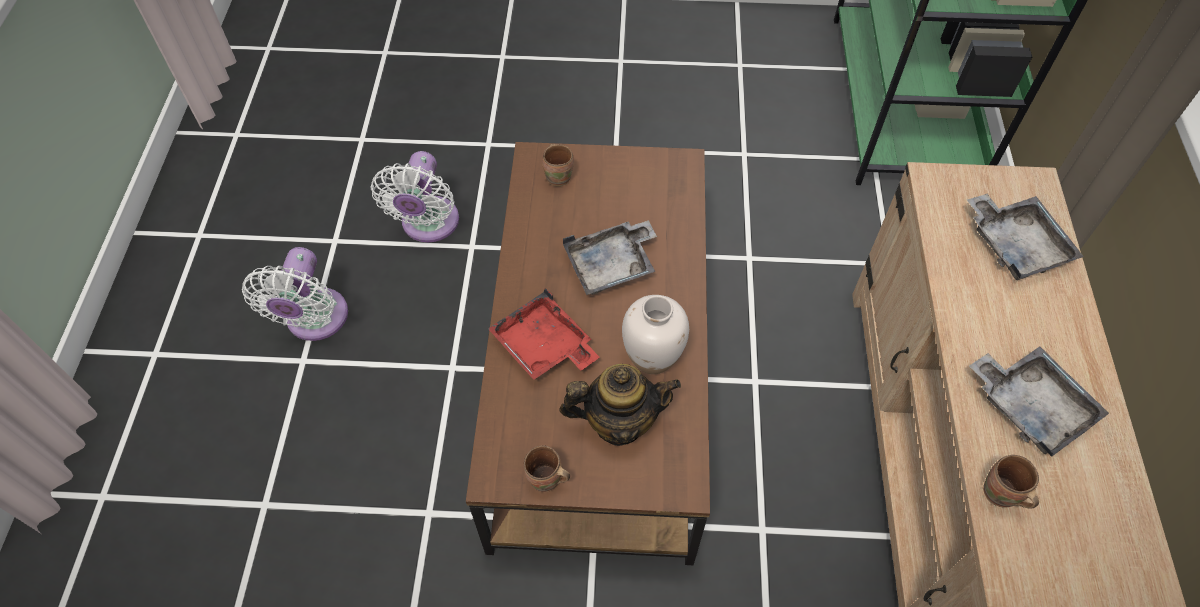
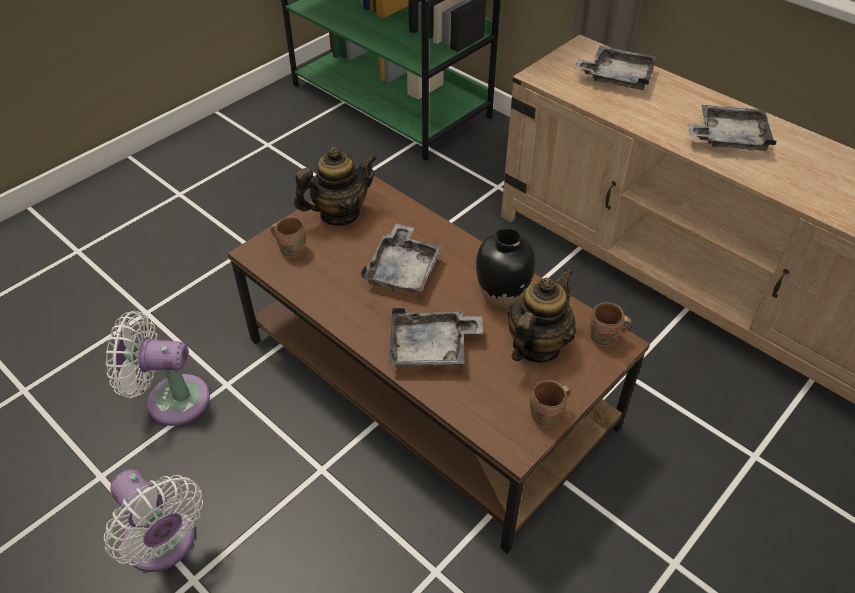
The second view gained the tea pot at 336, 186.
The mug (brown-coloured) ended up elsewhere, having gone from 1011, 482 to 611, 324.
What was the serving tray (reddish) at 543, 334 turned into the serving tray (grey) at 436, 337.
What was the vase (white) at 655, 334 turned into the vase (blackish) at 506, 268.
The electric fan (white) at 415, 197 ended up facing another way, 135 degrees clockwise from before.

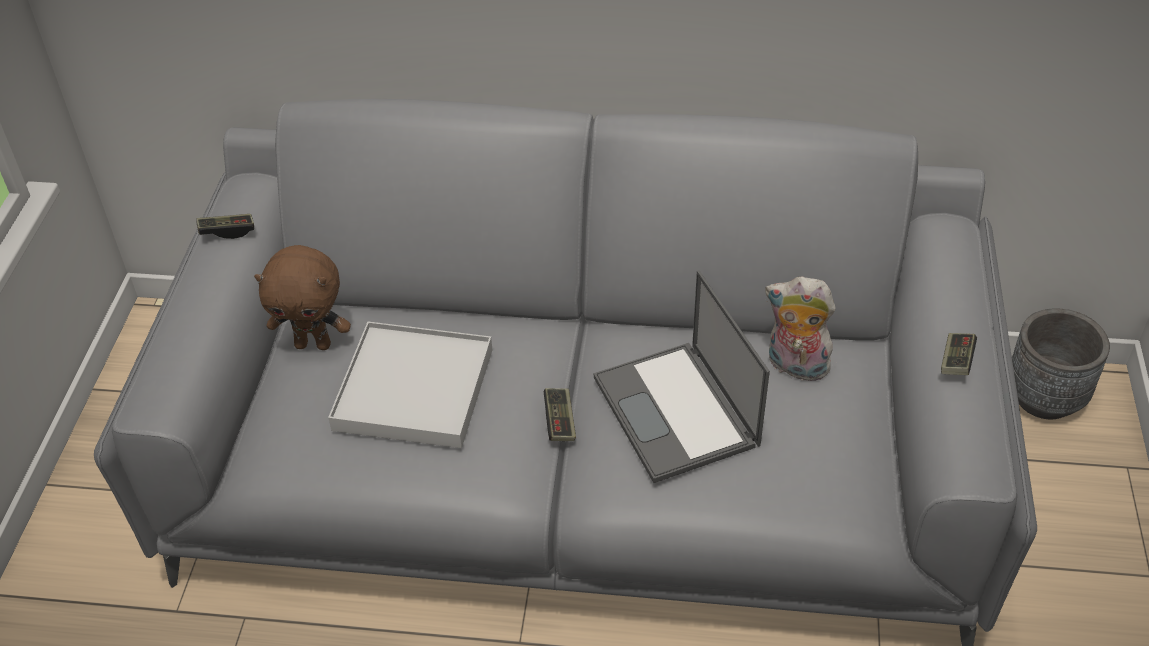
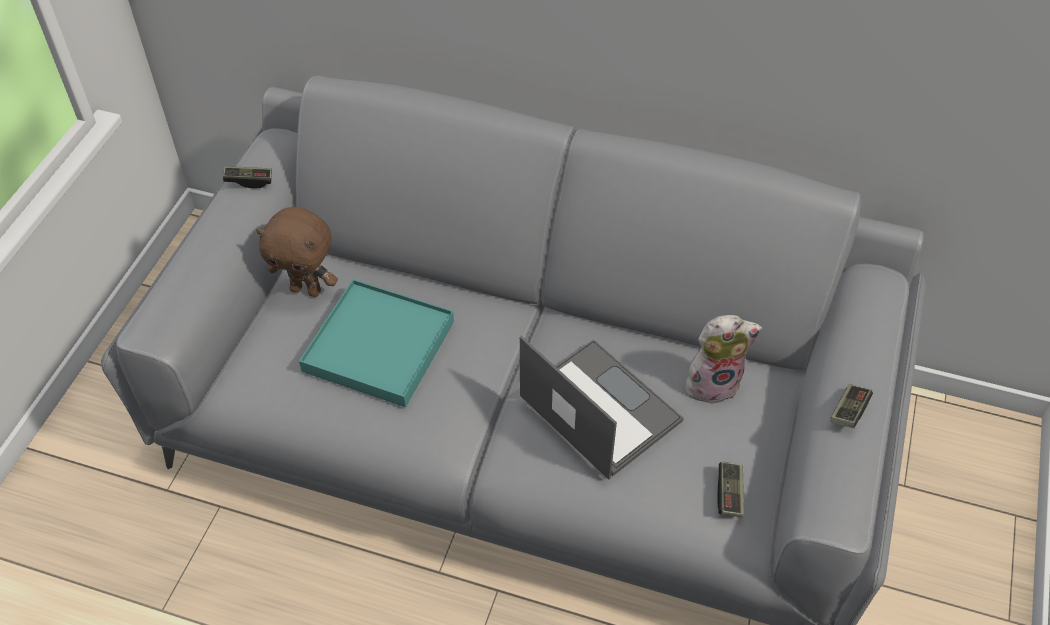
The second view lost the flower pot (grey) at 1061, 364.
The game controller ended up elsewhere, having gone from 560, 414 to 730, 489.
What was the serving tray (white) at 410, 385 turned into the serving tray (turquoise-coloured) at 376, 343.
The notebook computer at 682, 376 ended up facing another way, 150 degrees clockwise from before.
The plush toy at 800, 328 ended up facing another way, 135 degrees clockwise from before.

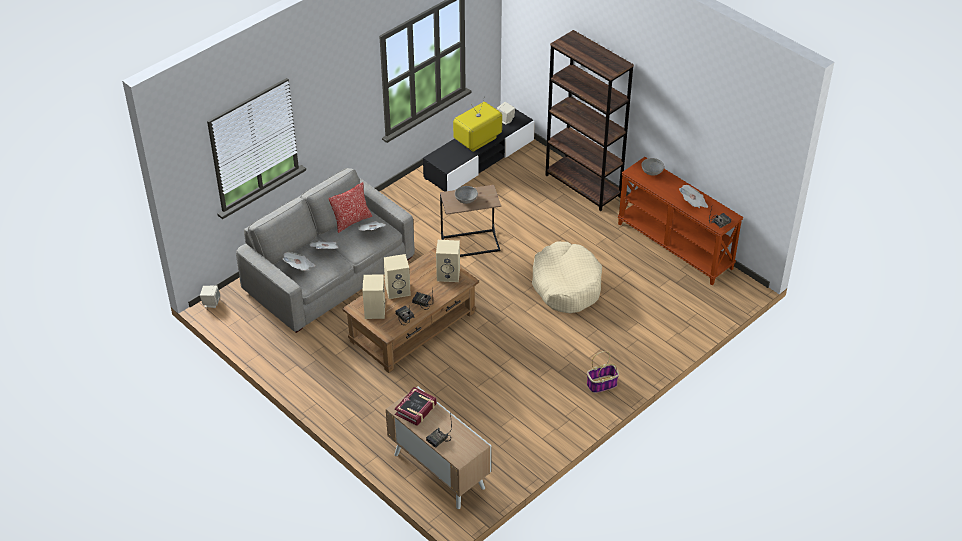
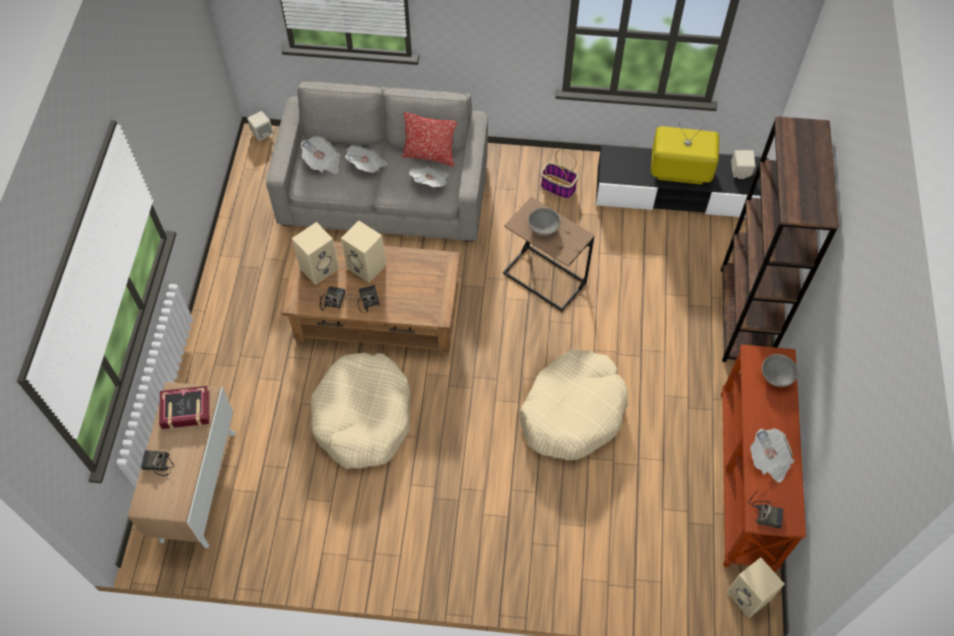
The second view gained the pet bed (sand-coloured) at 360, 411.
The speaker (sand-coloured) ended up elsewhere, having gone from 448, 261 to 756, 587.
The household basket ended up elsewhere, having gone from 603, 372 to 560, 174.

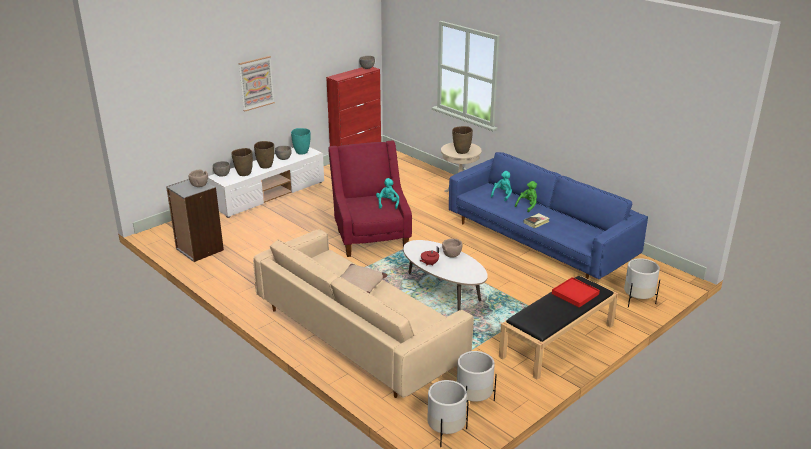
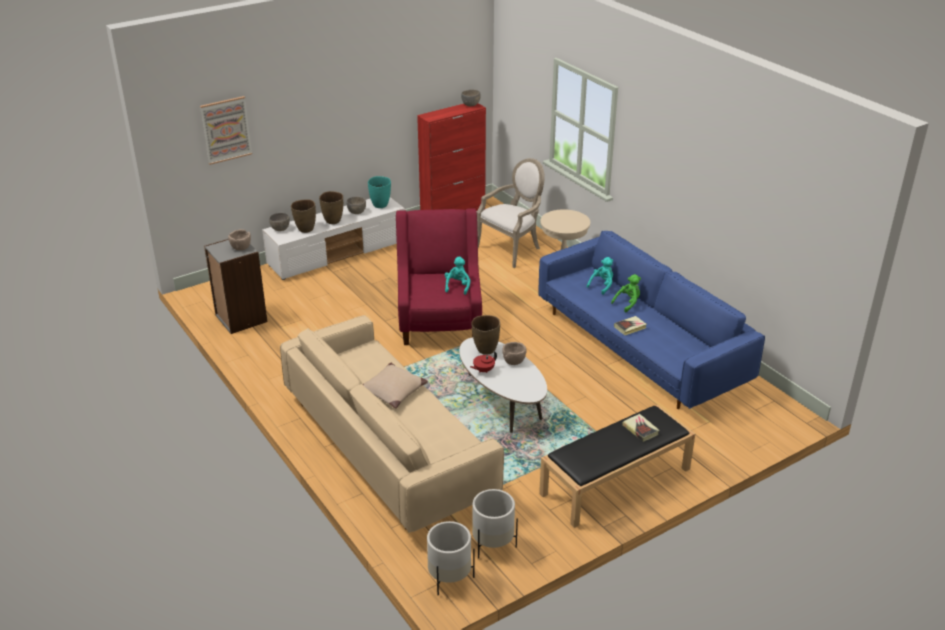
The second view lost the flower pot (white) at 642, 283.
The second view gained the armchair at 511, 213.
The picture ended up elsewhere, having gone from 257, 84 to 226, 130.
The vase (brown-coloured) ended up elsewhere, having gone from 462, 140 to 485, 335.
Where the serving tray (reddish) stood at 576, 292, the volume came to stand at 640, 428.

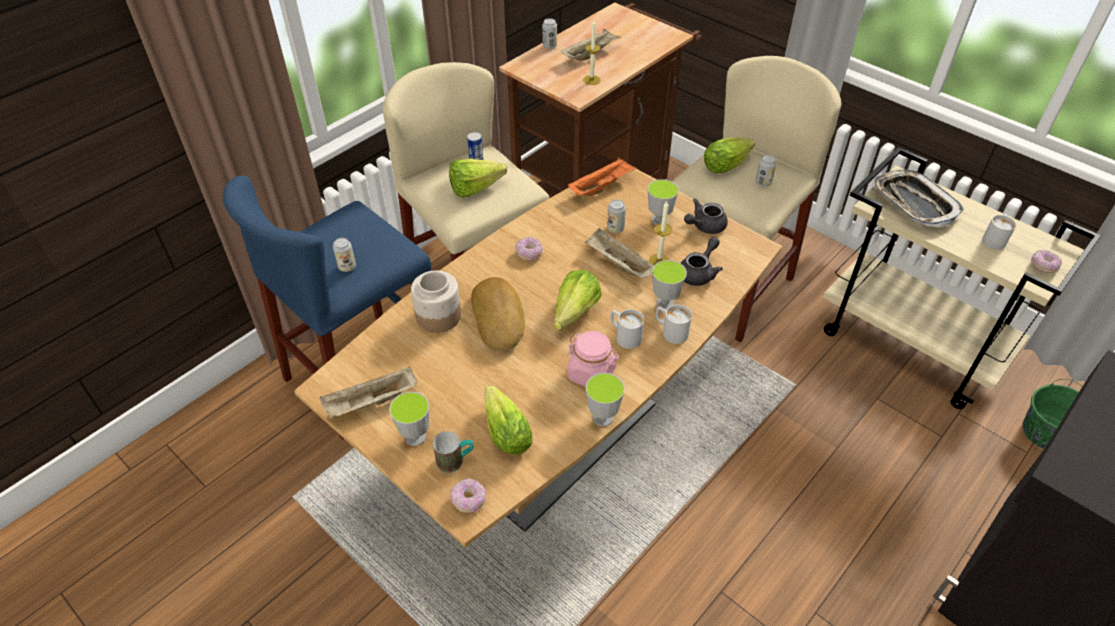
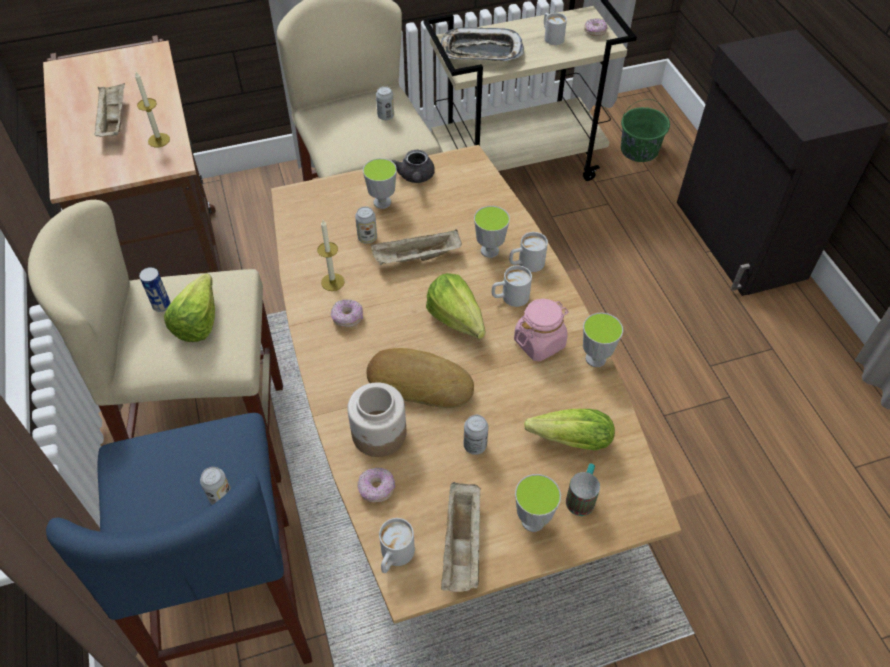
The second view lost the serving tray (orangey) at 602, 176.
The second view lost the tea pot (grey) at 701, 261.
The second view lost the lettuce head at 729, 155.
The second view gained the mug (white) at 397, 545.
The ring doughnut ended up elsewhere, having gone from 468, 495 to 376, 485.
The can ended up elsewhere, having gone from 549, 33 to 476, 435.
The wax candle ended up elsewhere, having gone from 660, 233 to 331, 255.

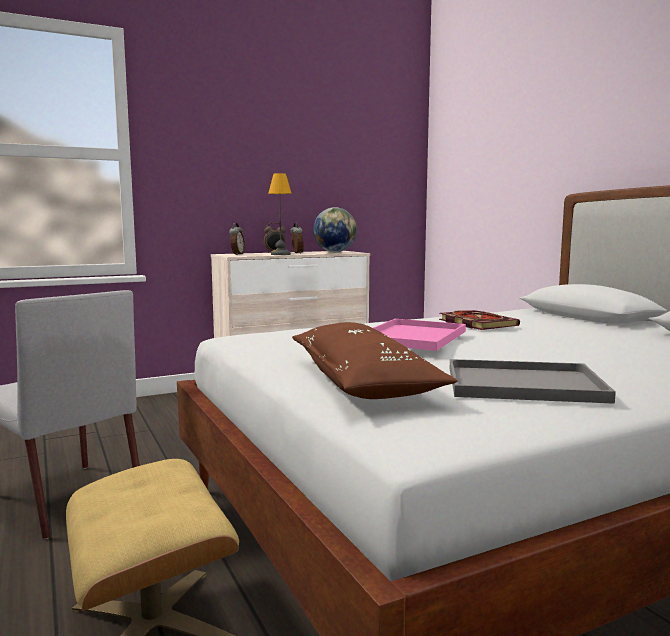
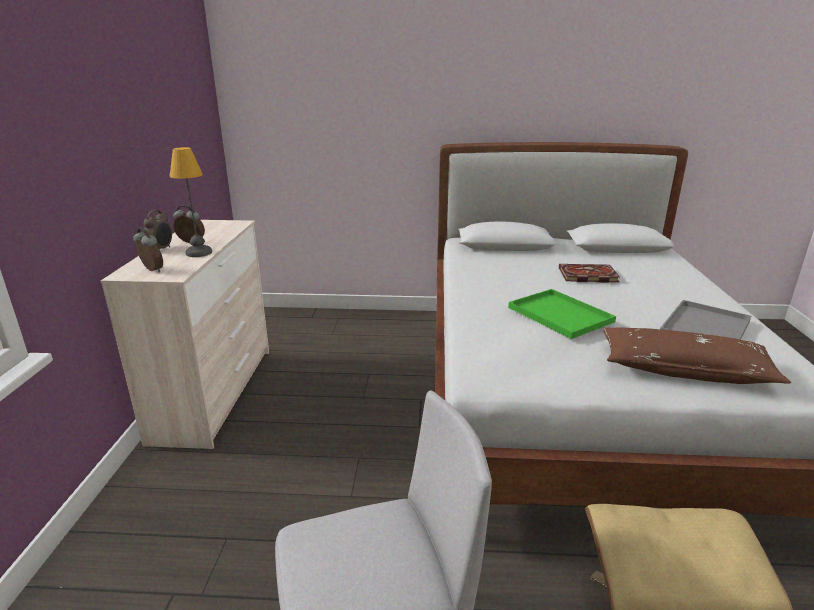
The second view lost the desk globe at 335, 229.
The volume ended up elsewhere, having gone from 479, 320 to 589, 273.
What was the serving tray (pink-coloured) at 419, 335 turned into the serving tray (green) at 562, 314.

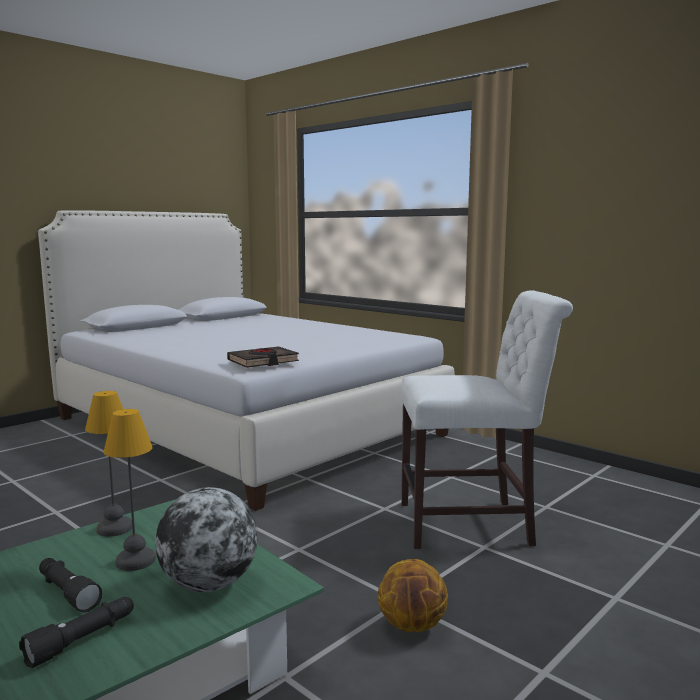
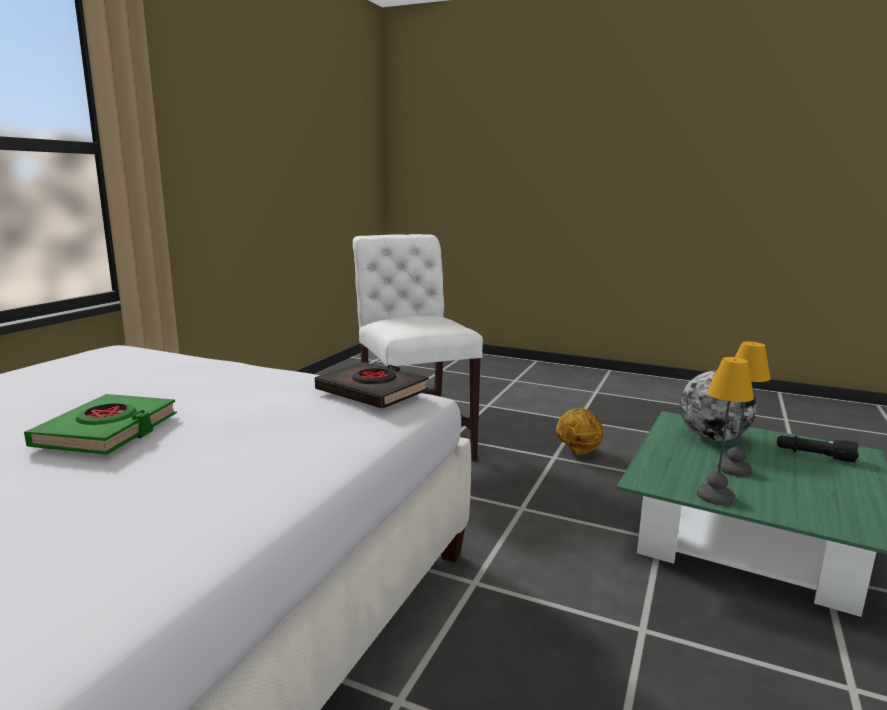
The second view lost the hand torch (blackish) at 70, 585.
The second view gained the volume (green) at 100, 424.

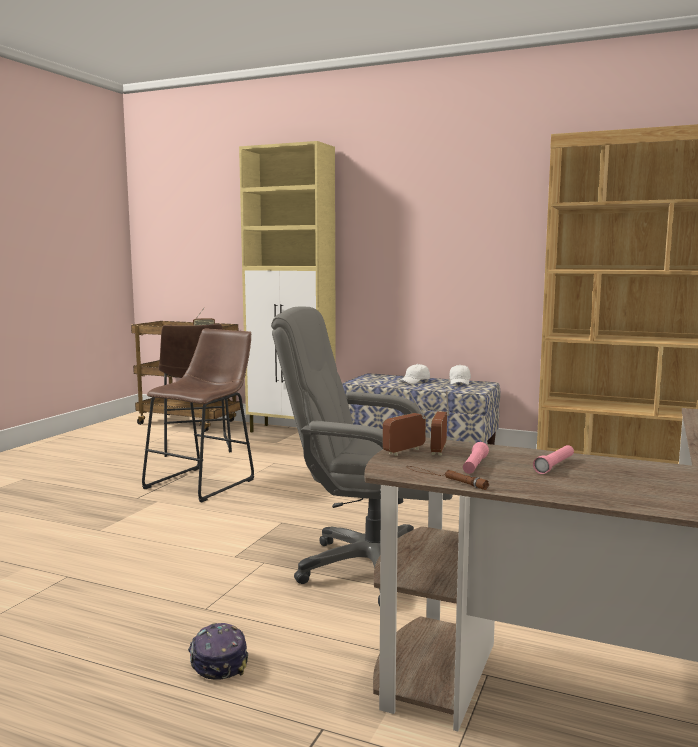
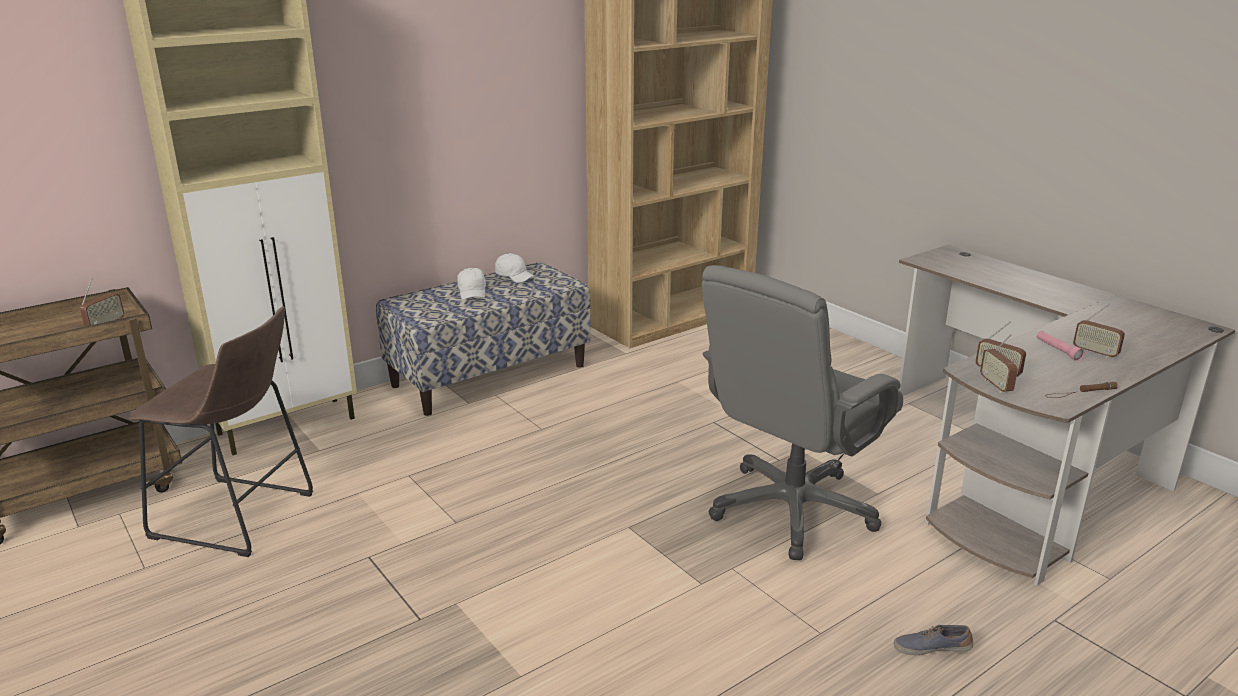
The second view lost the stool seat (brown-coloured) at 198, 415.
The second view lost the hand torch (pink-coloured) at 476, 458.
The second view gained the radio at 1099, 331.
Where the peaked cap stood at 218, 651, the shoe came to stand at 933, 640.

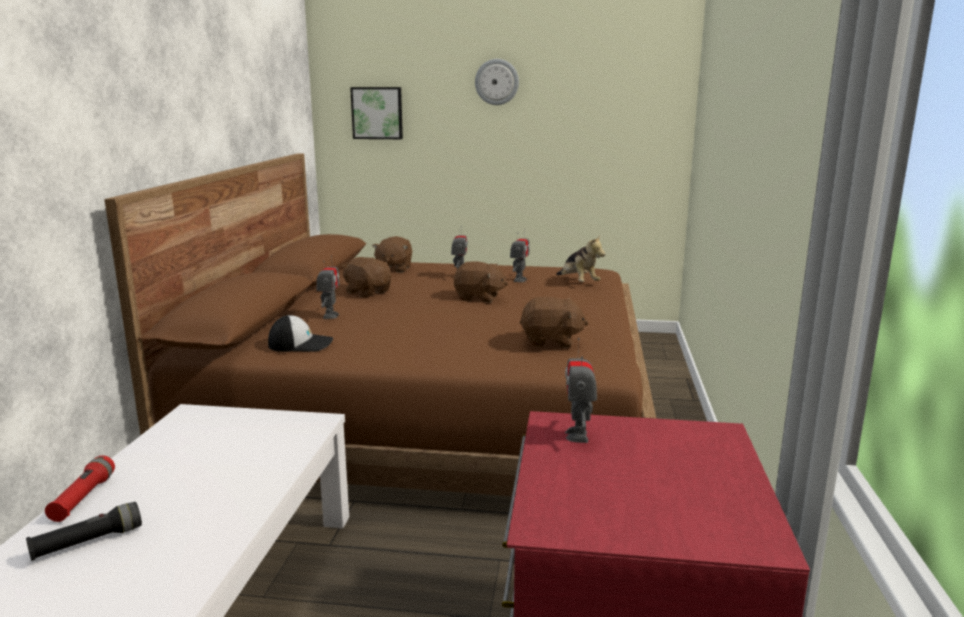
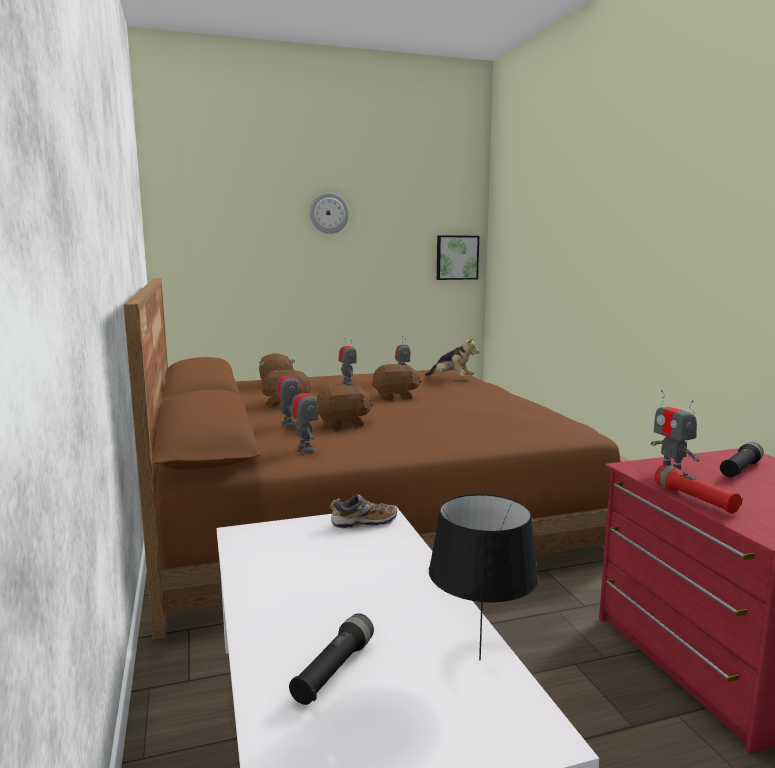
The second view gained the shoe at 363, 511.
The second view gained the lamp for a table (blackish) at 484, 577.
The second view gained the hand torch (blackish) at 742, 460.
The hand torch (reddish) ended up elsewhere, having gone from 80, 488 to 698, 489.
The picture ended up elsewhere, having gone from 376, 113 to 458, 257.
The plush toy (brown-coloured) ended up elsewhere, having gone from 554, 322 to 344, 407.
Where the peaked cap stood at 300, 333, the robot figure came to stand at 304, 417.

